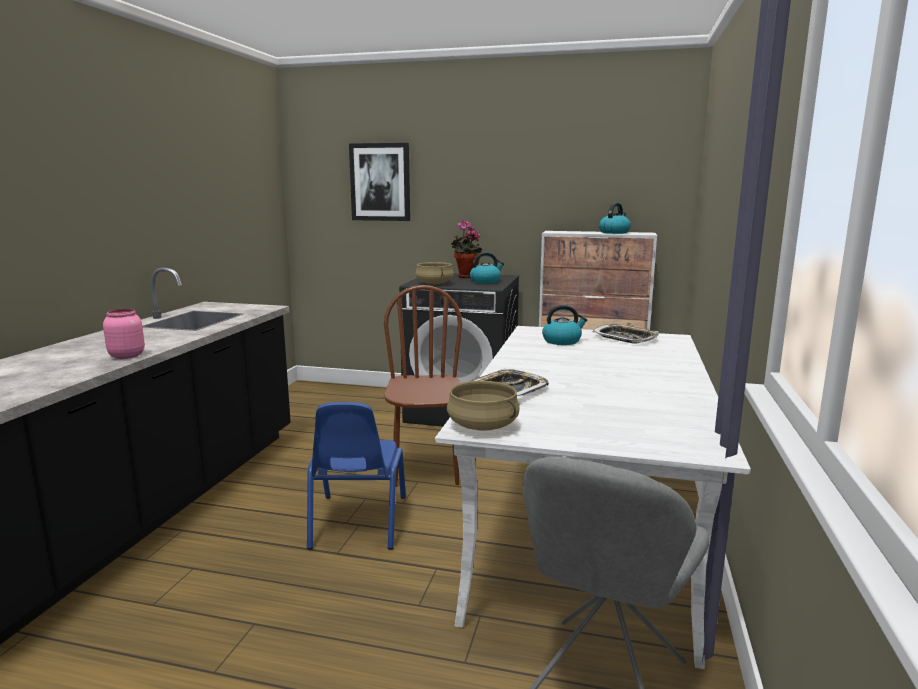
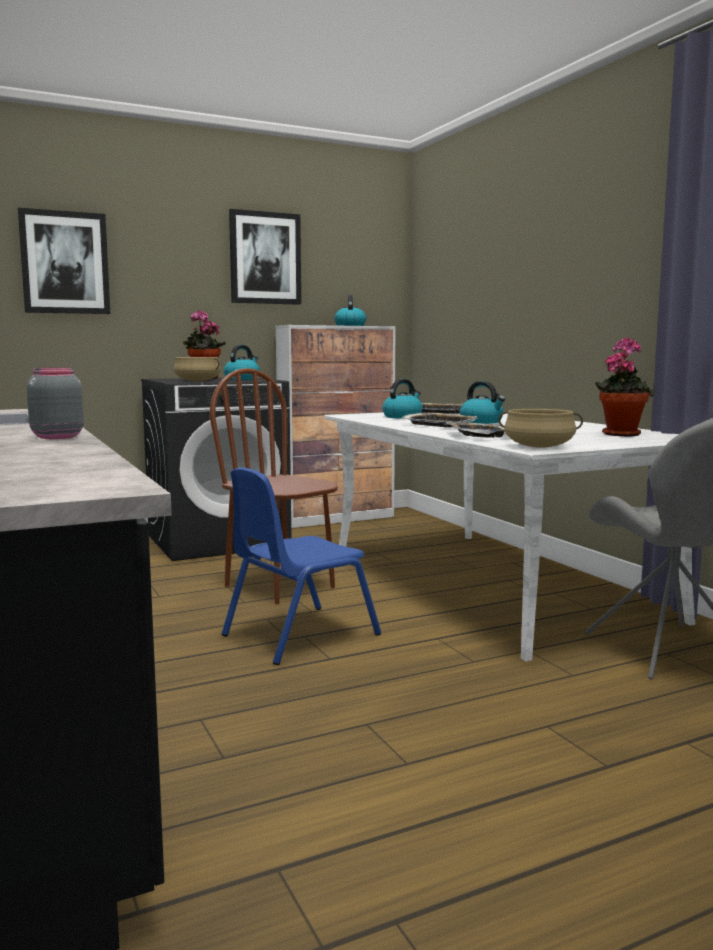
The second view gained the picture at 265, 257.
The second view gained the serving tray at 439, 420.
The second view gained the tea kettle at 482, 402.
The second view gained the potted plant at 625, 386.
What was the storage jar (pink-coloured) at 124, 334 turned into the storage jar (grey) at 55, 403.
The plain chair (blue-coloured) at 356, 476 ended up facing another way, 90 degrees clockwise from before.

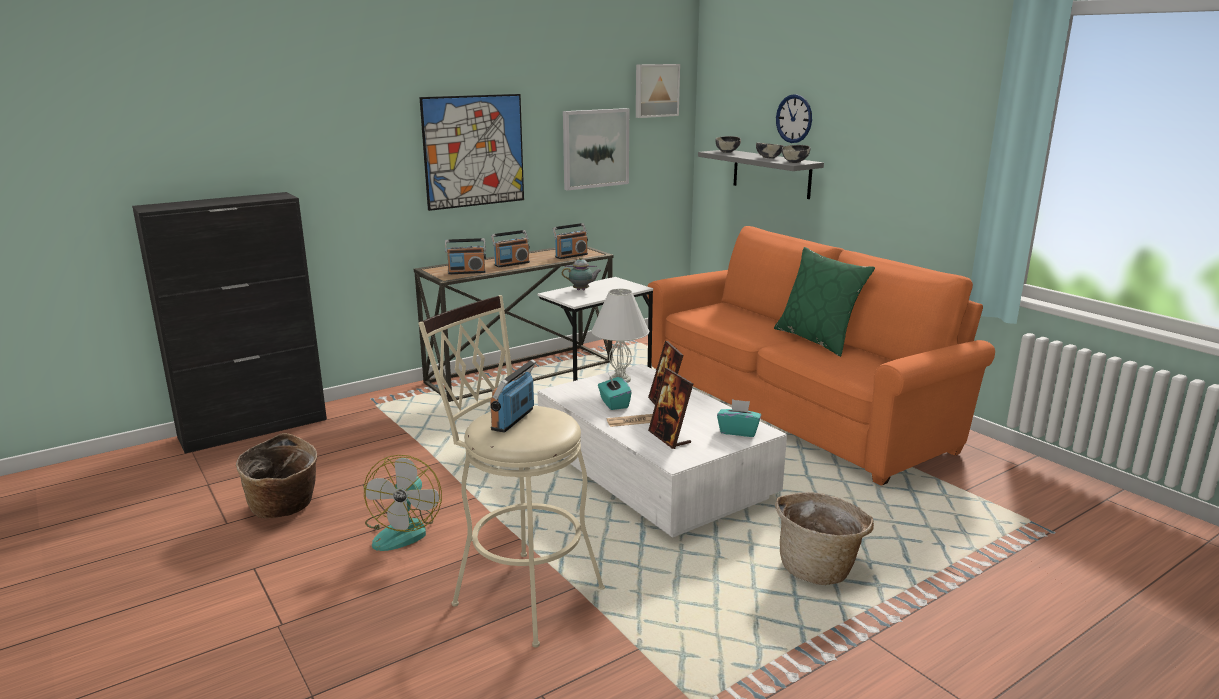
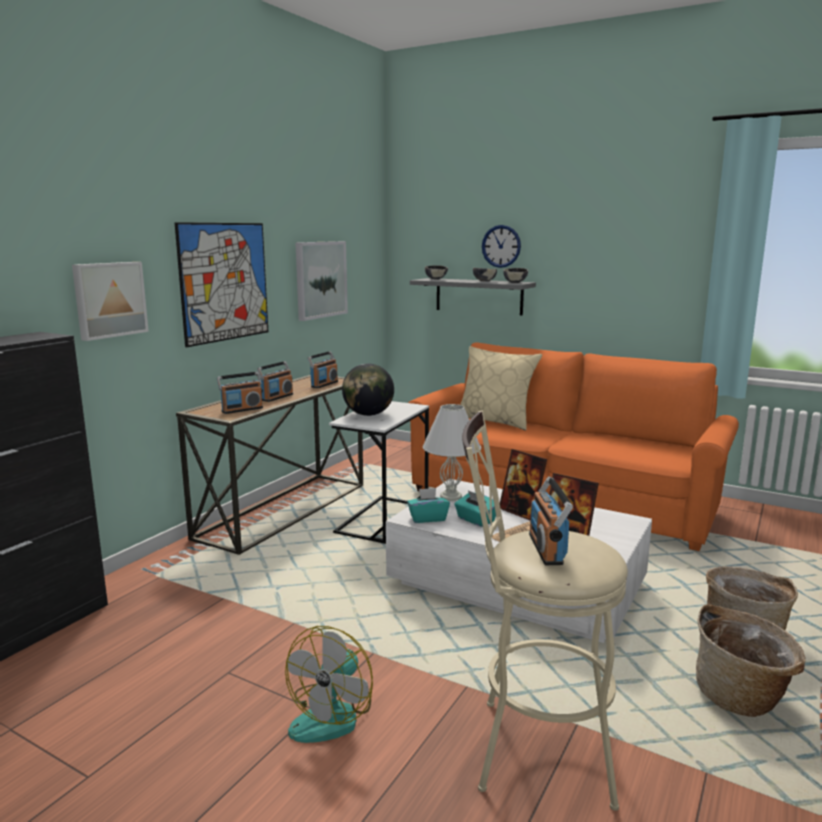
The second view lost the pillow (green) at 824, 302.
The second view gained the pillow (sand-coloured) at 501, 388.
The household basket ended up elsewhere, having gone from 276, 475 to 751, 660.
The picture ended up elsewhere, having gone from 658, 91 to 110, 301.
The tissue holder (turquoise-coloured) ended up elsewhere, having gone from 739, 418 to 428, 505.
Where the tea pot stood at 582, 273, the desk globe came to stand at 368, 390.
The electric fan at 403, 503 ended up facing another way, 45 degrees clockwise from before.

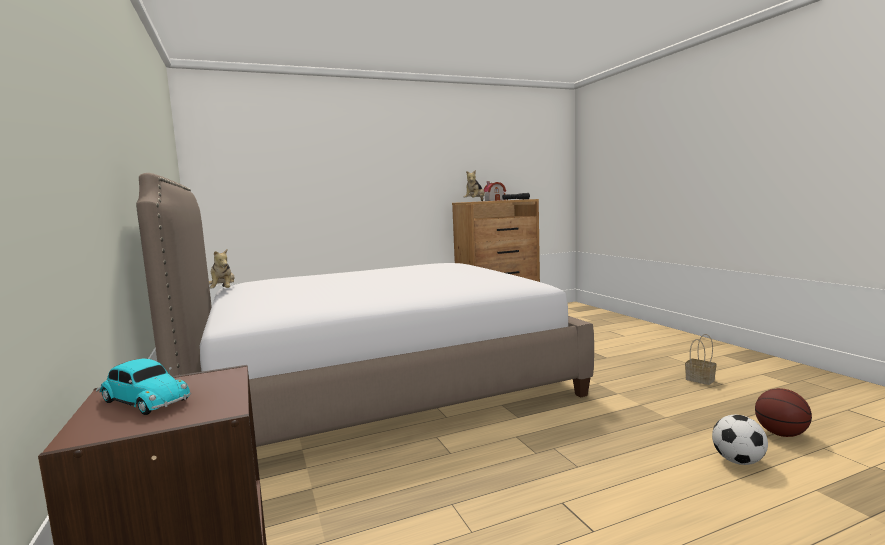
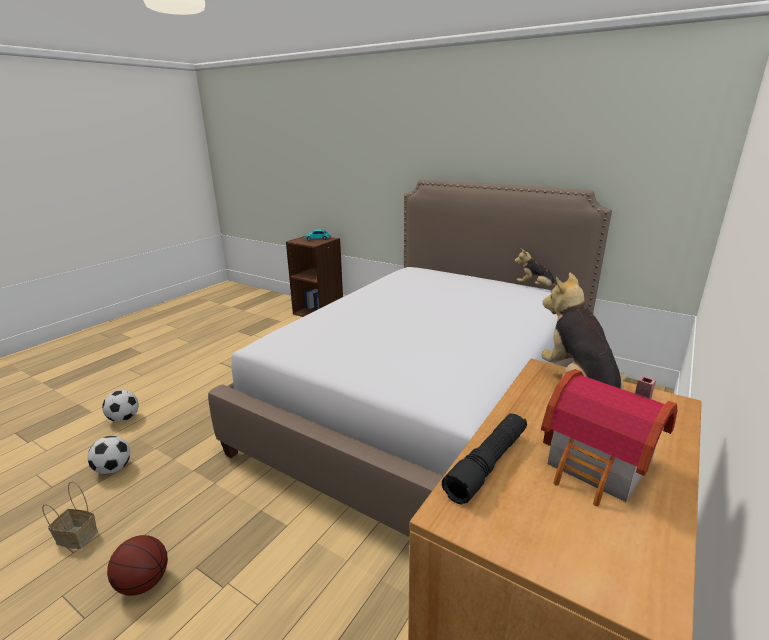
The second view gained the ball for football at 109, 455.
The ball for basketball ended up elsewhere, having gone from 783, 412 to 137, 565.

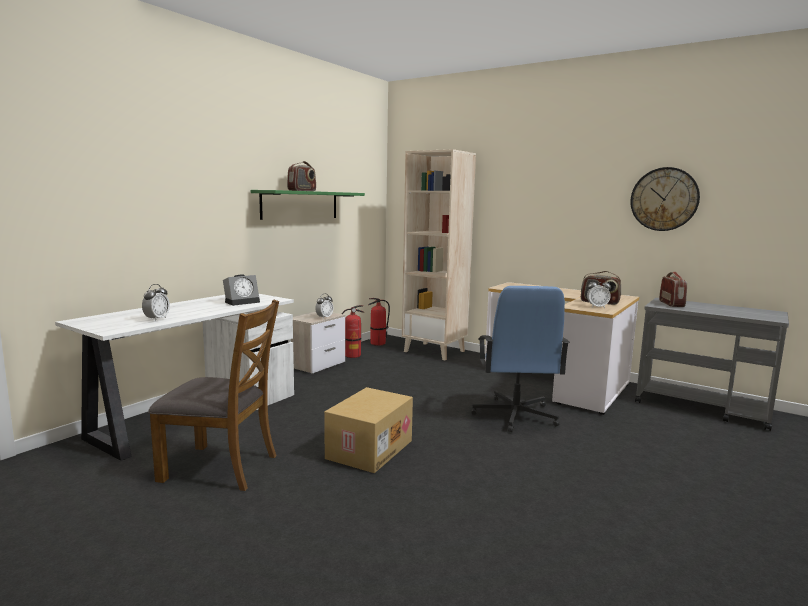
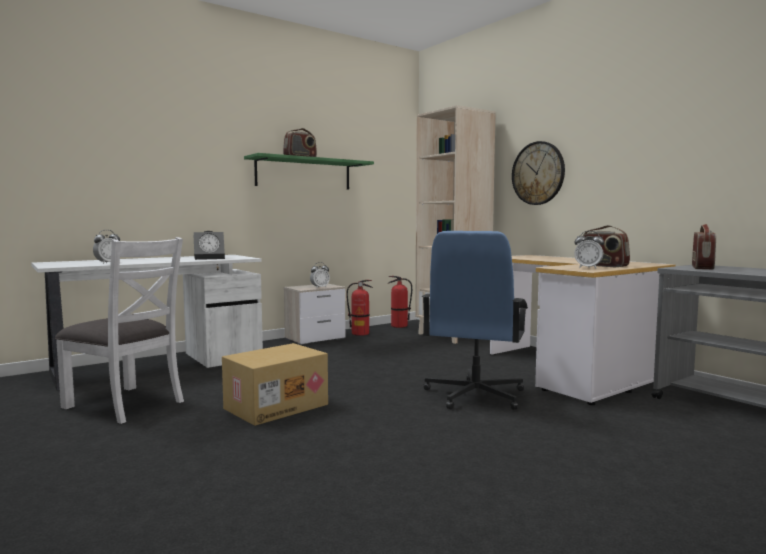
The clock on the wall ended up elsewhere, having gone from 665, 199 to 538, 173.
What was the plain chair (brown-coloured) at 213, 395 turned into the plain chair (white) at 119, 330.

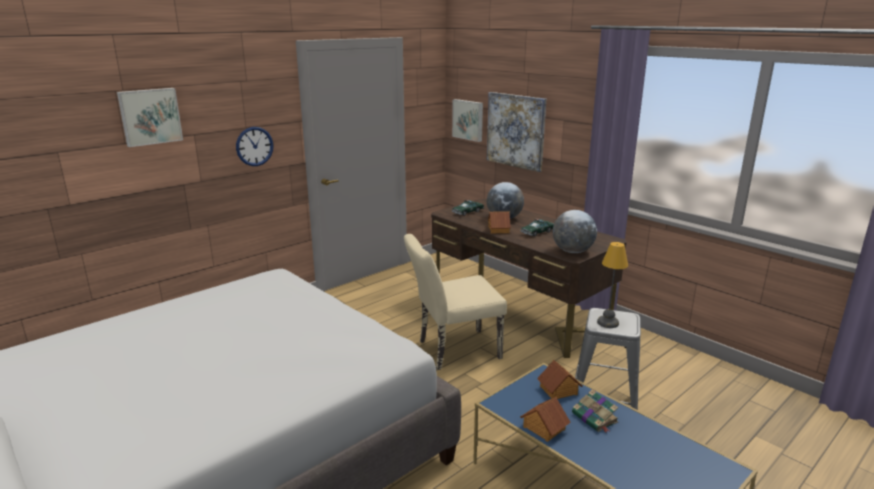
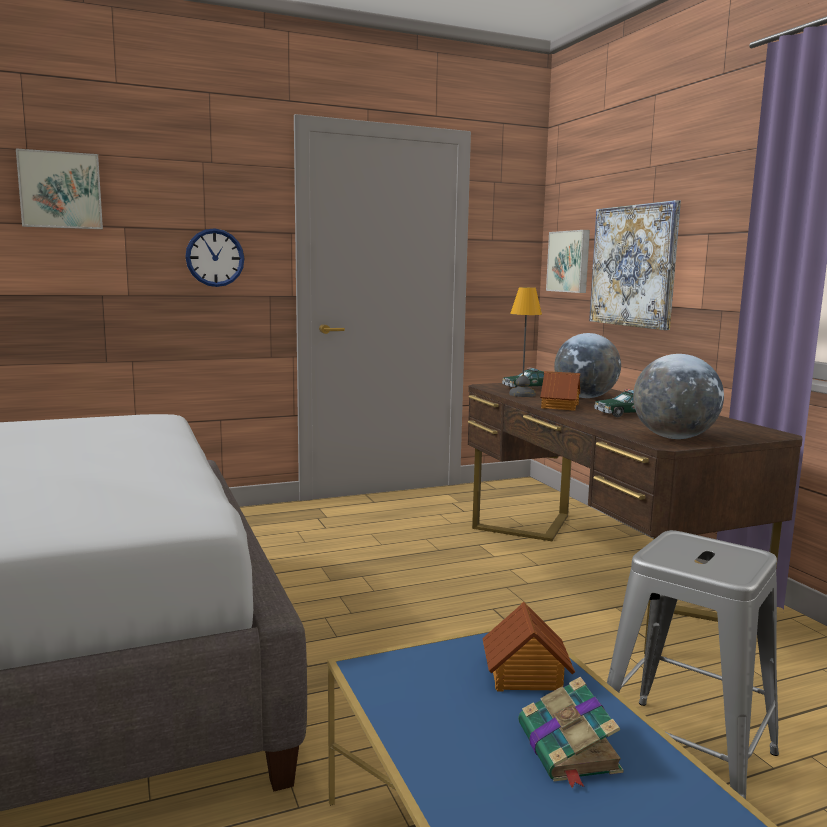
The second view lost the plain chair (sand-coloured) at 455, 302.
The second view lost the toy house at 545, 419.
The lamp for a table ended up elsewhere, having gone from 612, 285 to 525, 342.

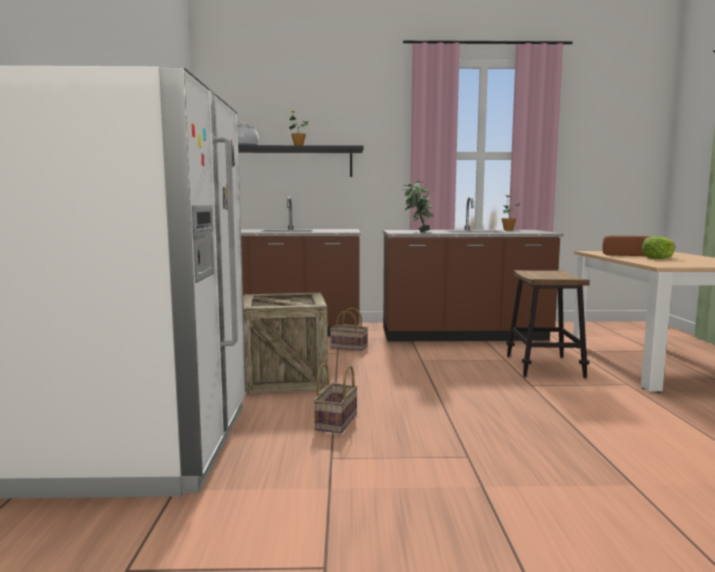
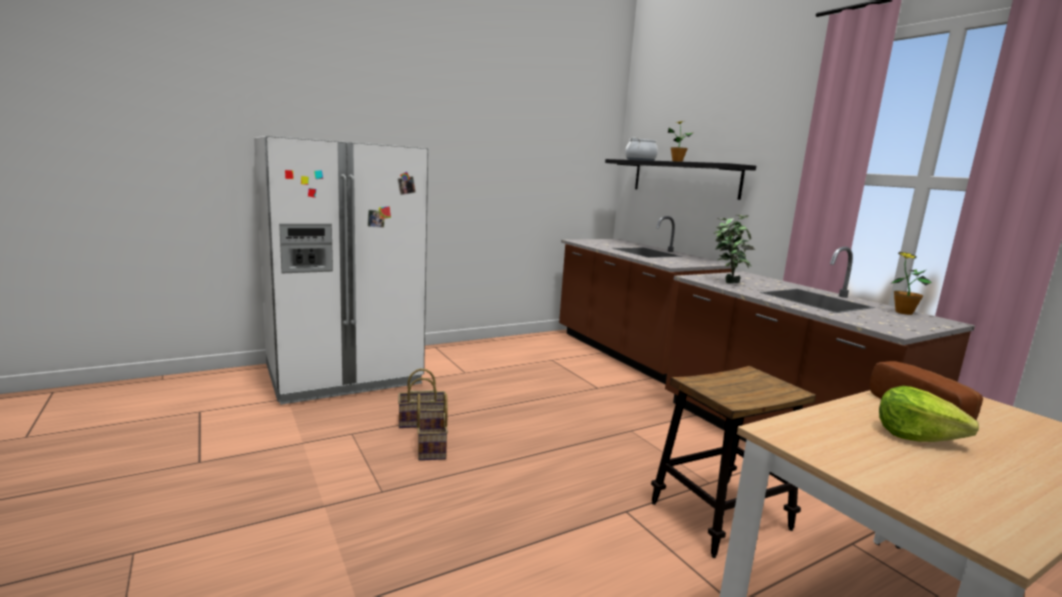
The second view lost the crate at 285, 343.
The household basket ended up elsewhere, having gone from 349, 329 to 432, 427.

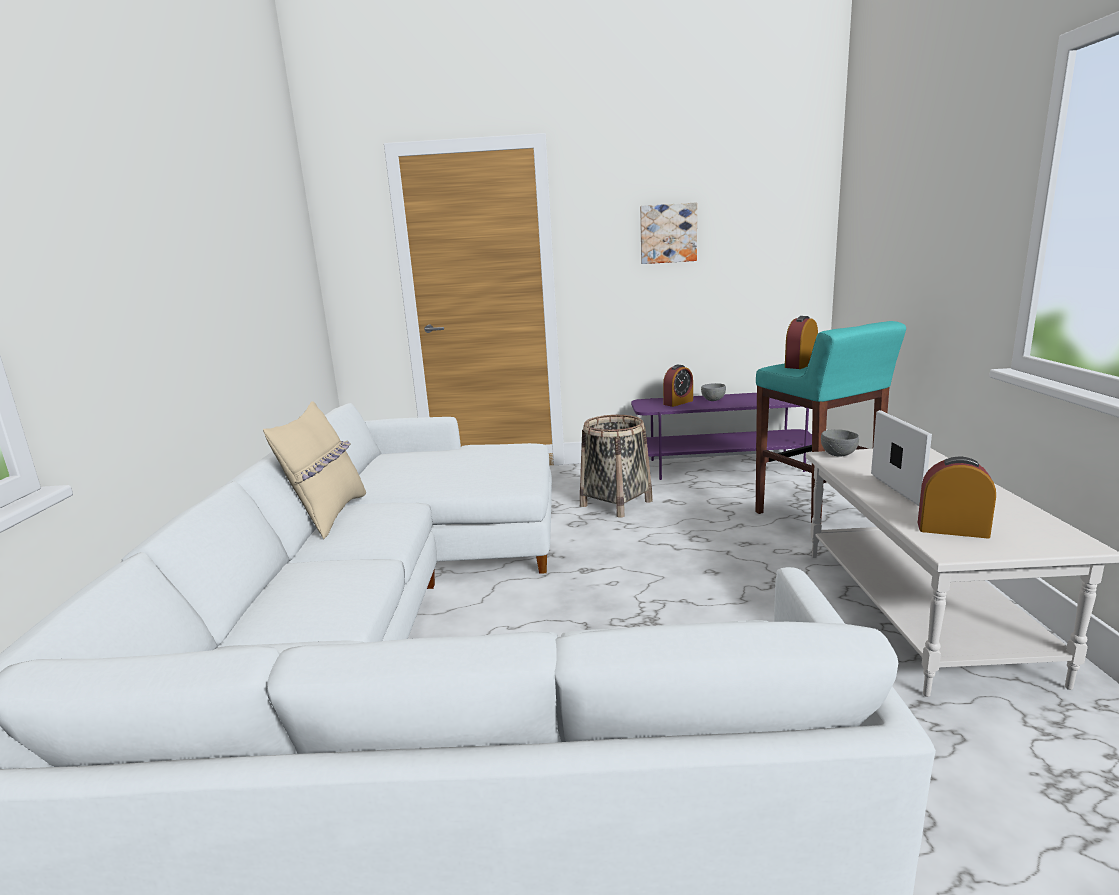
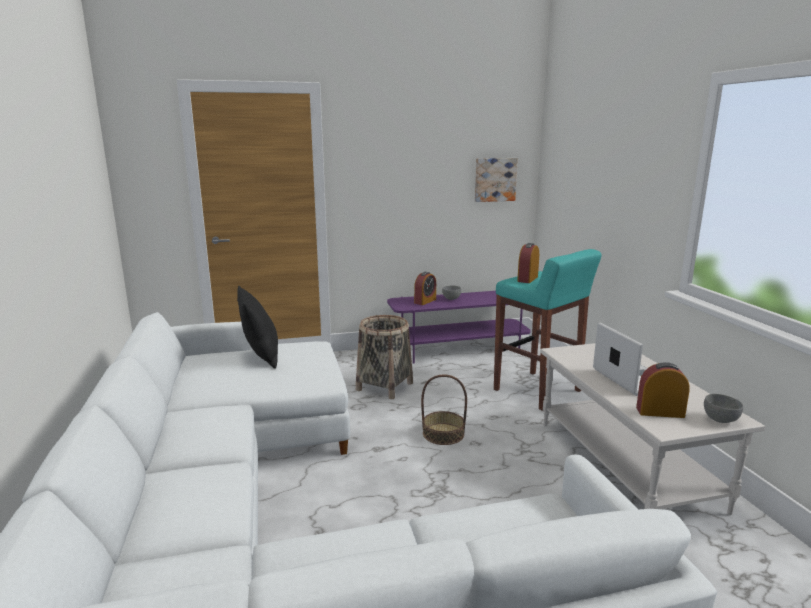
The second view lost the pillow (sand-coloured) at 314, 470.
The second view gained the pillow (blackish) at 257, 327.
The second view gained the household basket at 444, 409.
The picture ended up elsewhere, having gone from 668, 233 to 496, 180.
The serving bowl (grey) ended up elsewhere, having gone from 840, 443 to 723, 408.

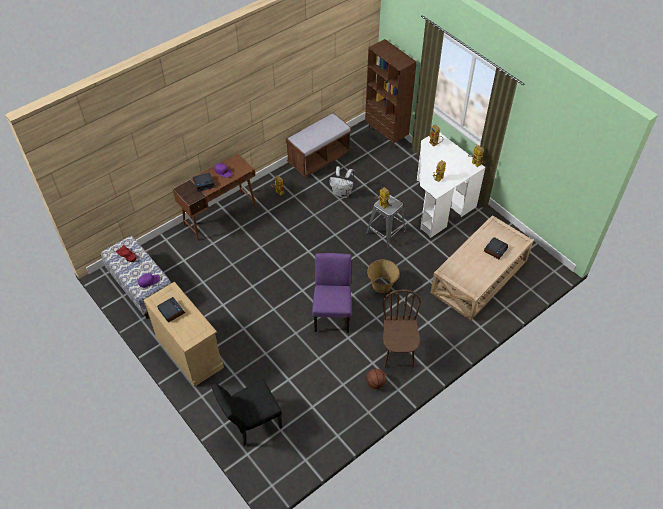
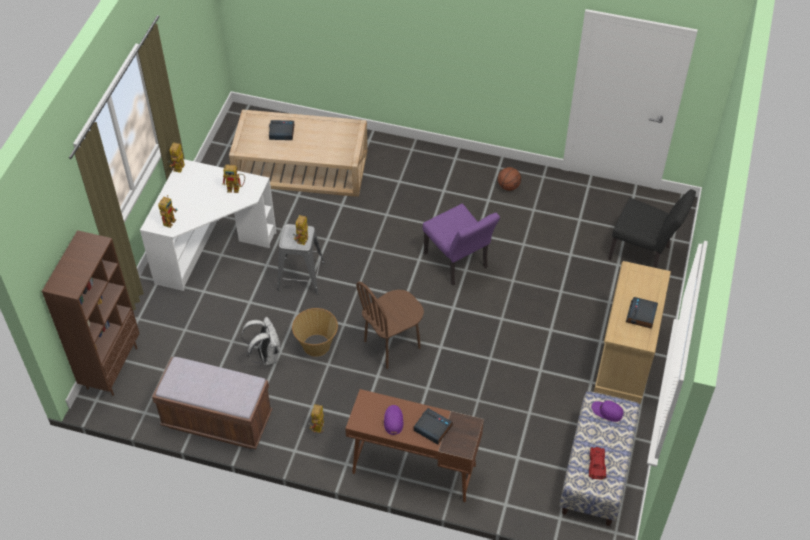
The household basket ended up elsewhere, having gone from 383, 276 to 315, 332.
The plain chair (brown-coloured) ended up elsewhere, having gone from 401, 328 to 390, 325.
The plain chair (purplish) at 332, 293 ended up facing another way, 90 degrees counterclockwise from before.

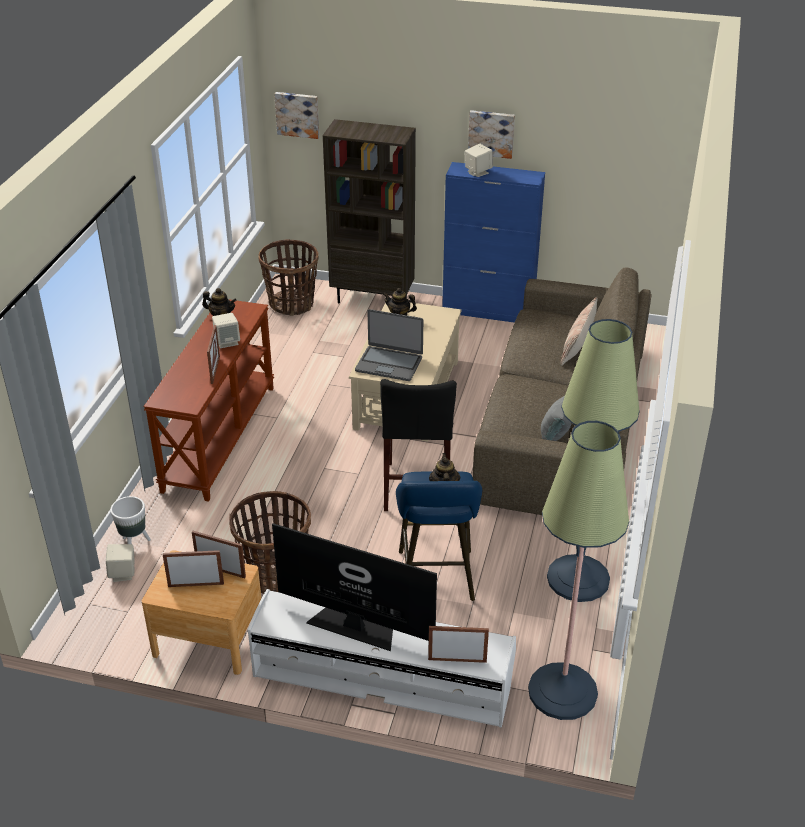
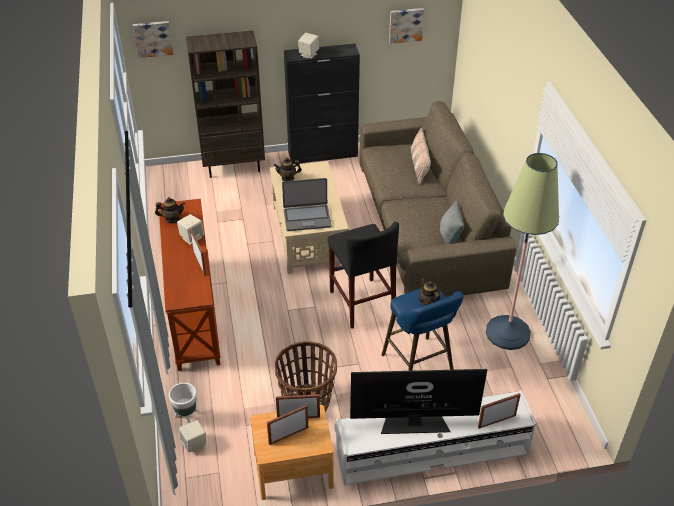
The second view lost the household basket at 288, 277.
The second view lost the floor lamp at 578, 570.
The picture ended up elsewhere, having gone from 491, 134 to 406, 26.
What was the cupboard (blue-coloured) at 493, 242 turned into the cupboard (blackish) at 322, 104.

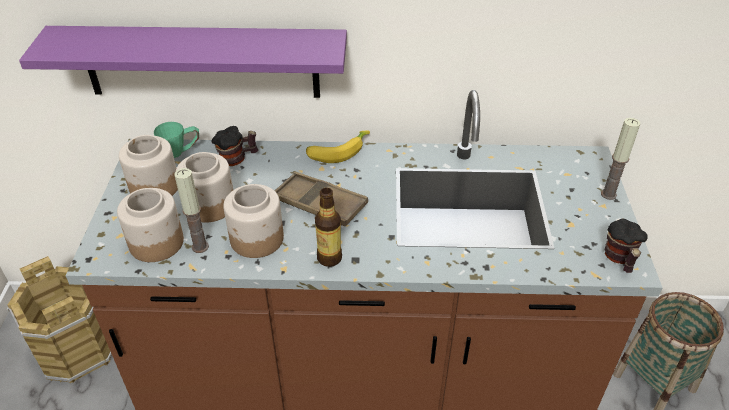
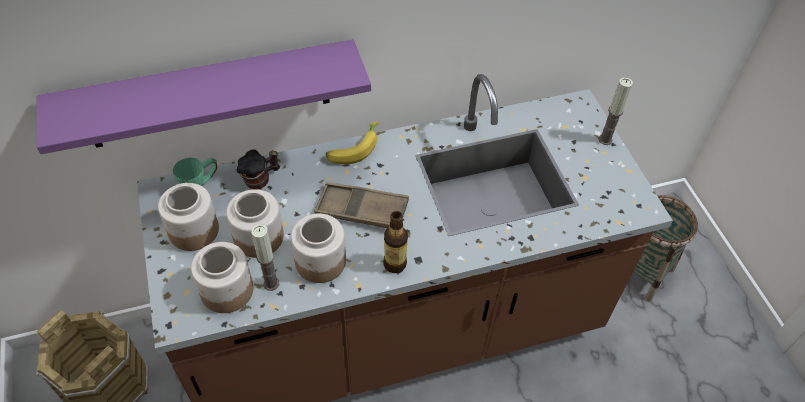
The second view lost the mug at 626, 246.

